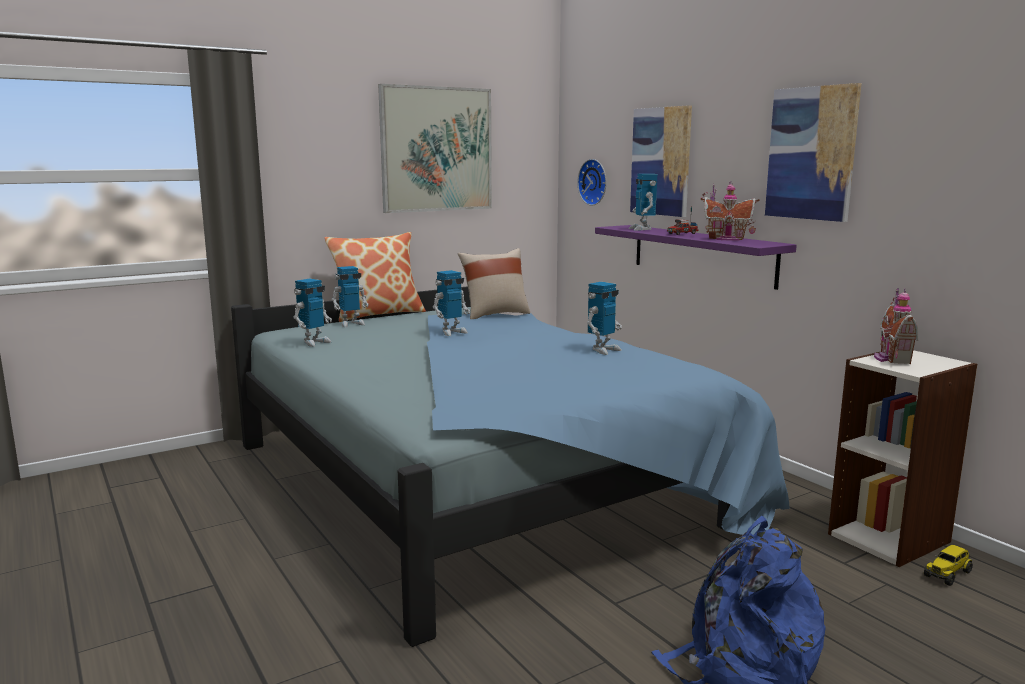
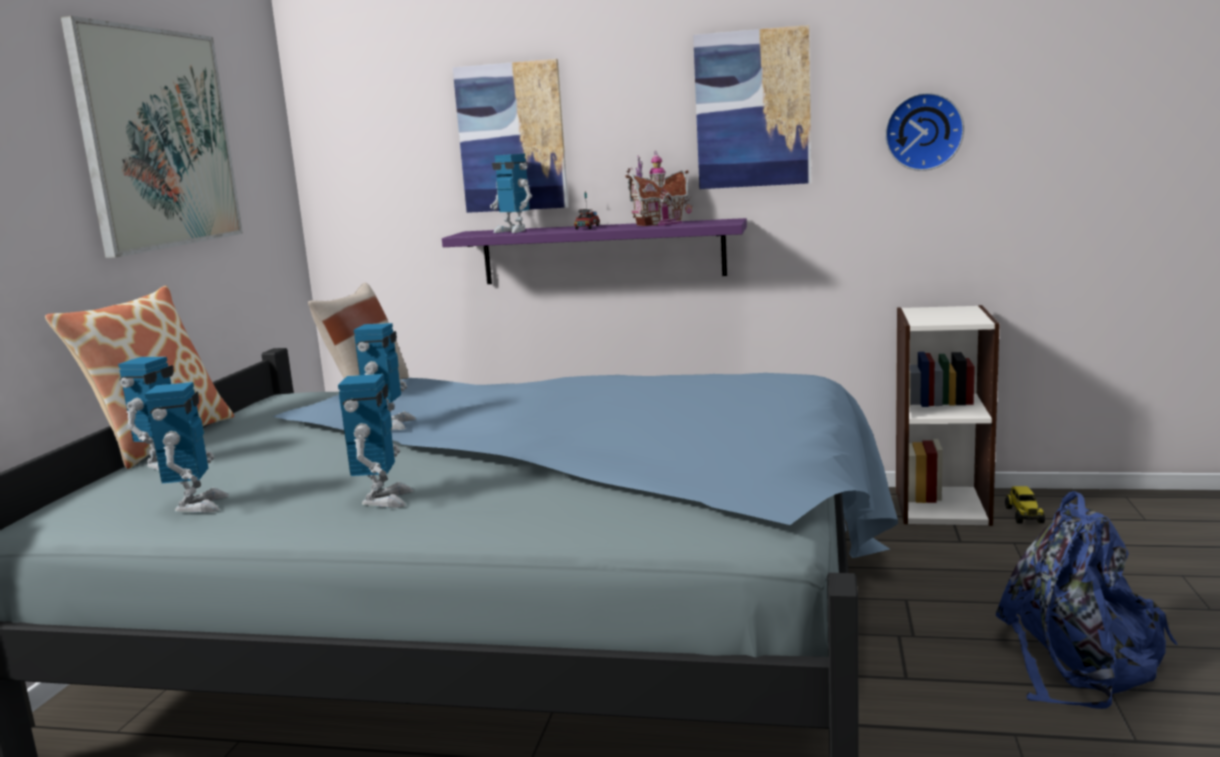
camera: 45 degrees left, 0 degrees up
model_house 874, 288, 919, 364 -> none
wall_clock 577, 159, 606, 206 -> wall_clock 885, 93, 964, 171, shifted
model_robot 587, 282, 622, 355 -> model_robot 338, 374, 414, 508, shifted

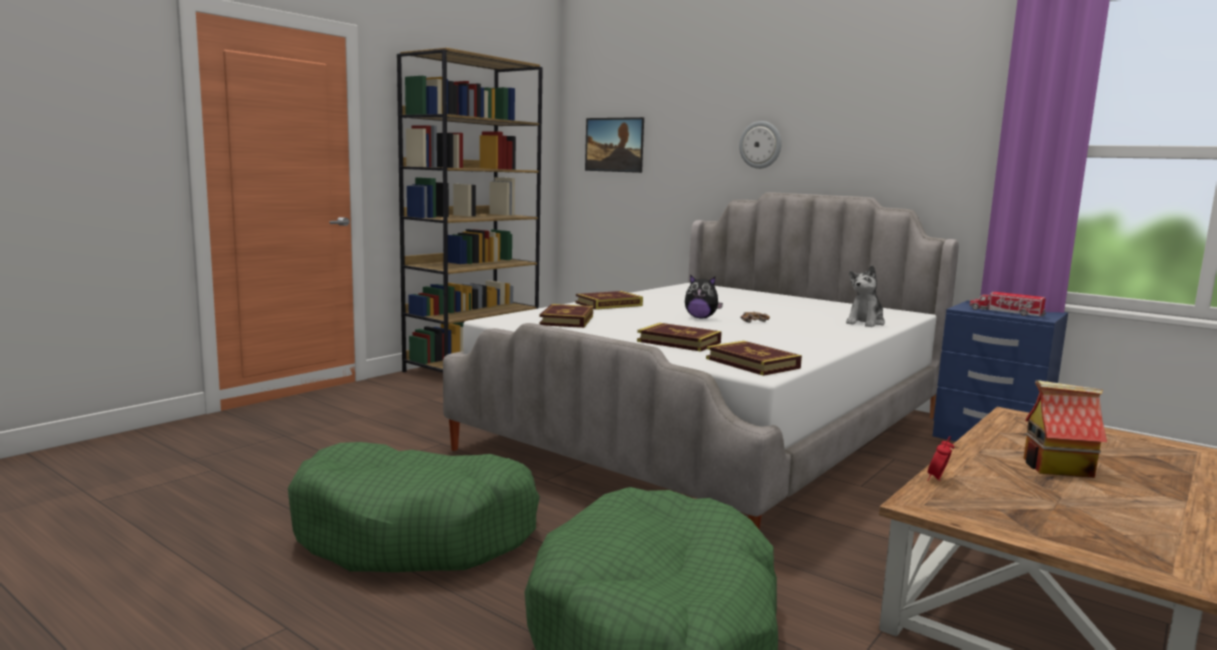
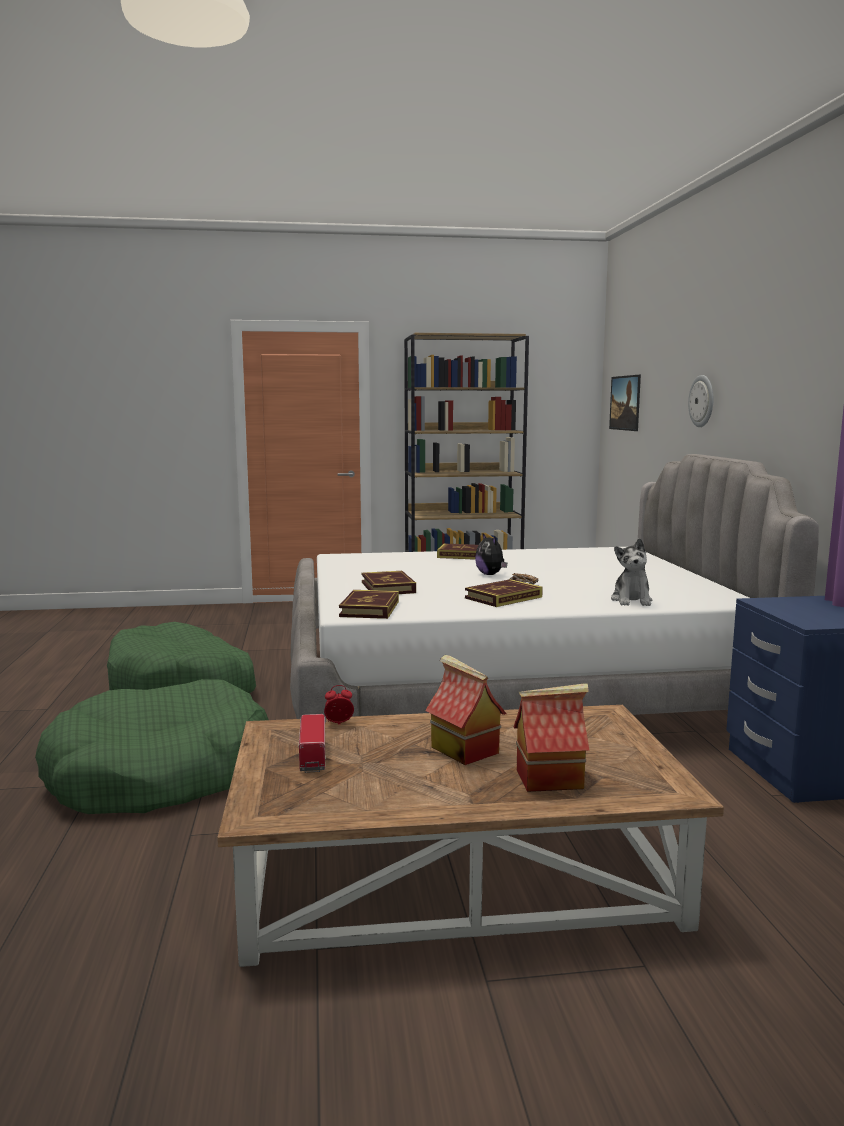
camera: 45 degrees right, 0 degrees up
none -> model_house 514, 683, 589, 792
bound_book 539, 304, 593, 328 -> bound_book 465, 579, 543, 607, shifted
toy_truck 969, 291, 1046, 317 -> toy_truck 299, 713, 326, 773, shifted
plush_toy 846, 265, 885, 327 -> plush_toy 611, 538, 652, 606, 75 degrees counterclockwise

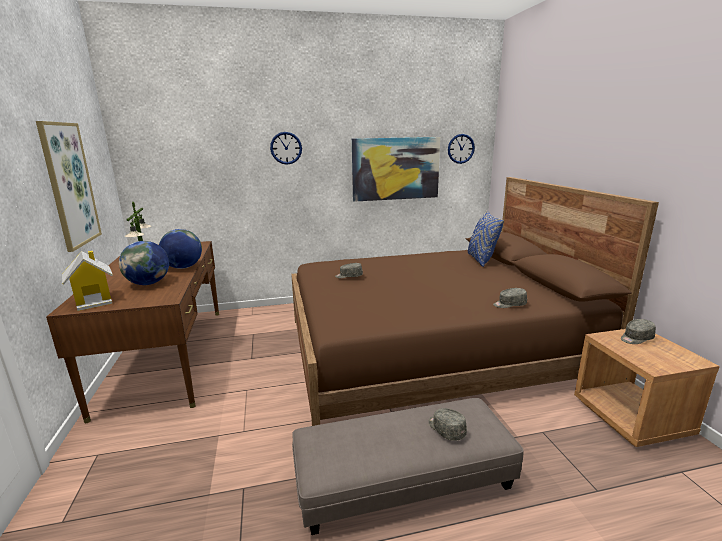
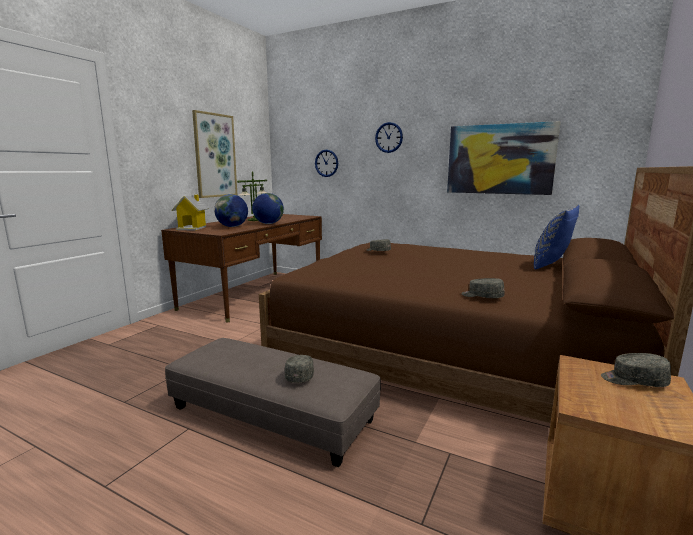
camera: 40 degrees right, 5 degrees down
wall_clock 448, 134, 475, 164 -> wall_clock 315, 149, 338, 177, shifted

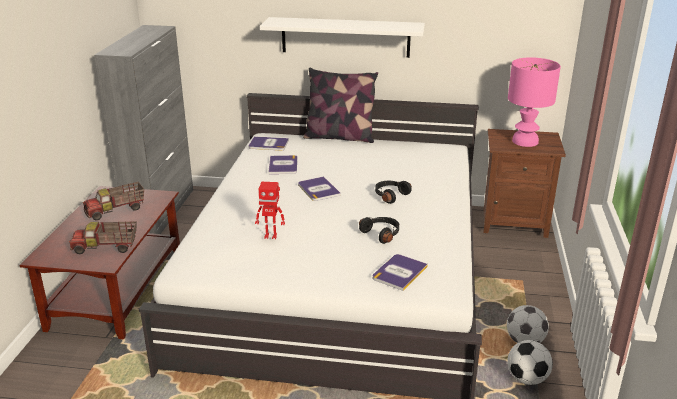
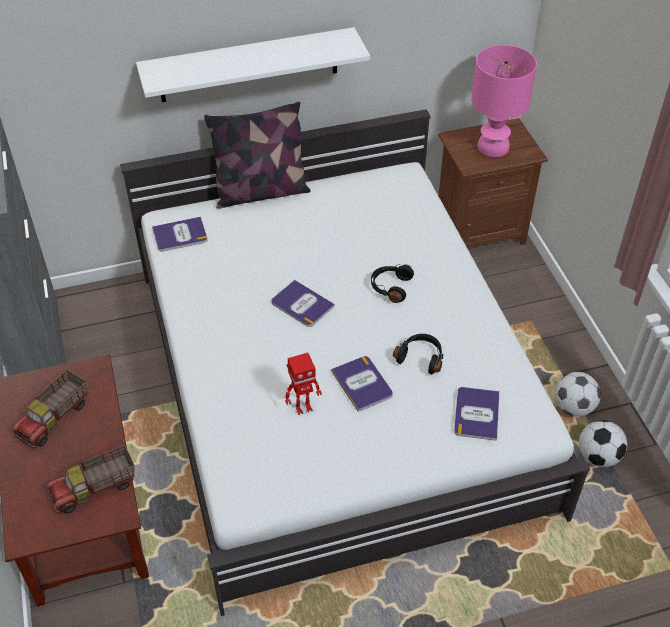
camera: 25 degrees left, 20 degrees up
bound_book 268, 155, 297, 174 -> bound_book 331, 356, 393, 412, shifted

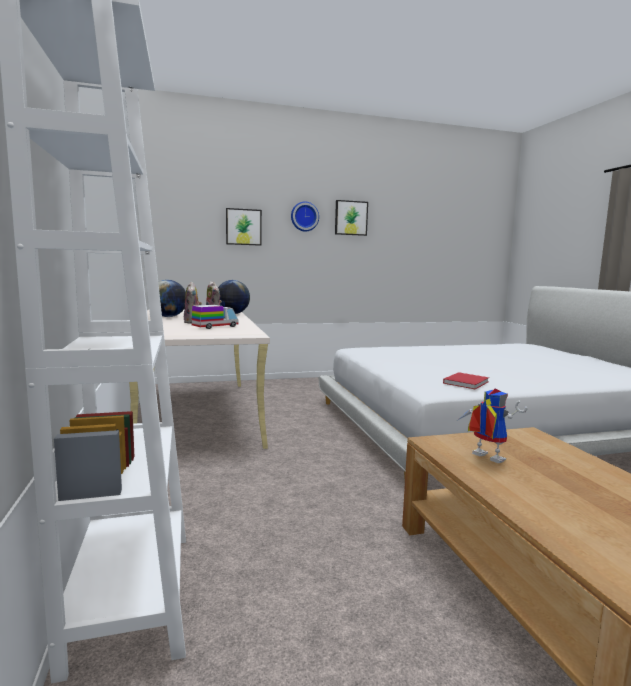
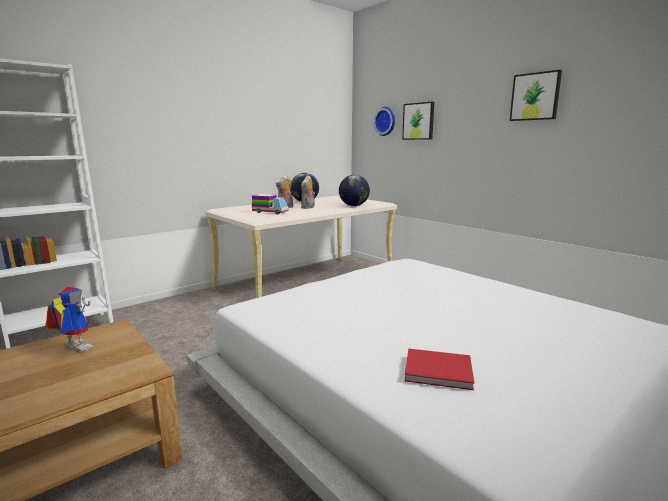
camera: 65 degrees right, 5 degrees up
wall_clock 291, 201, 319, 232 -> wall_clock 374, 107, 395, 136, shifted
red_bound_book 443, 372, 489, 389 -> red_bound_book 405, 349, 474, 390, shifted
model_robot 458, 389, 528, 463 -> model_robot 45, 287, 93, 352, 90 degrees counterclockwise

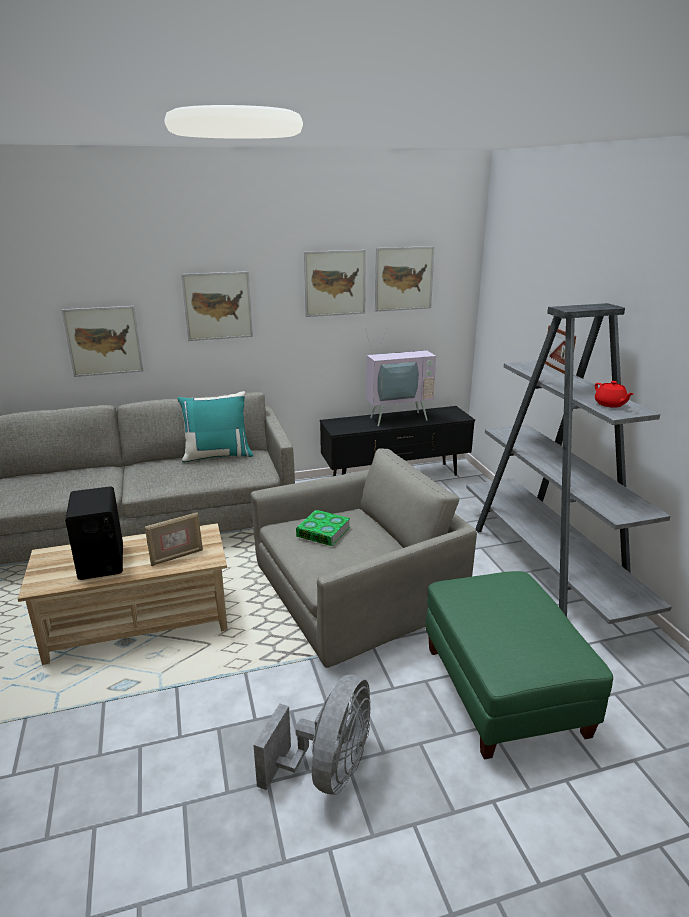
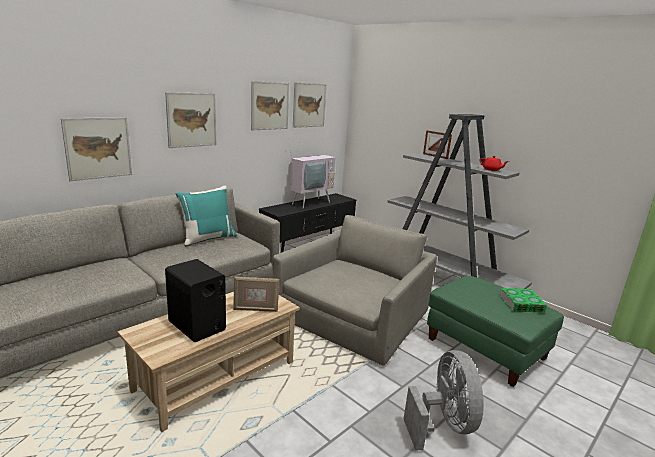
camera: 30 degrees left, 5 degrees down
bound_book 296, 510, 350, 546 -> bound_book 499, 288, 547, 313, shifted
standing_frame 145, 512, 203, 566 -> standing_frame 233, 276, 279, 312, 60 degrees clockwise

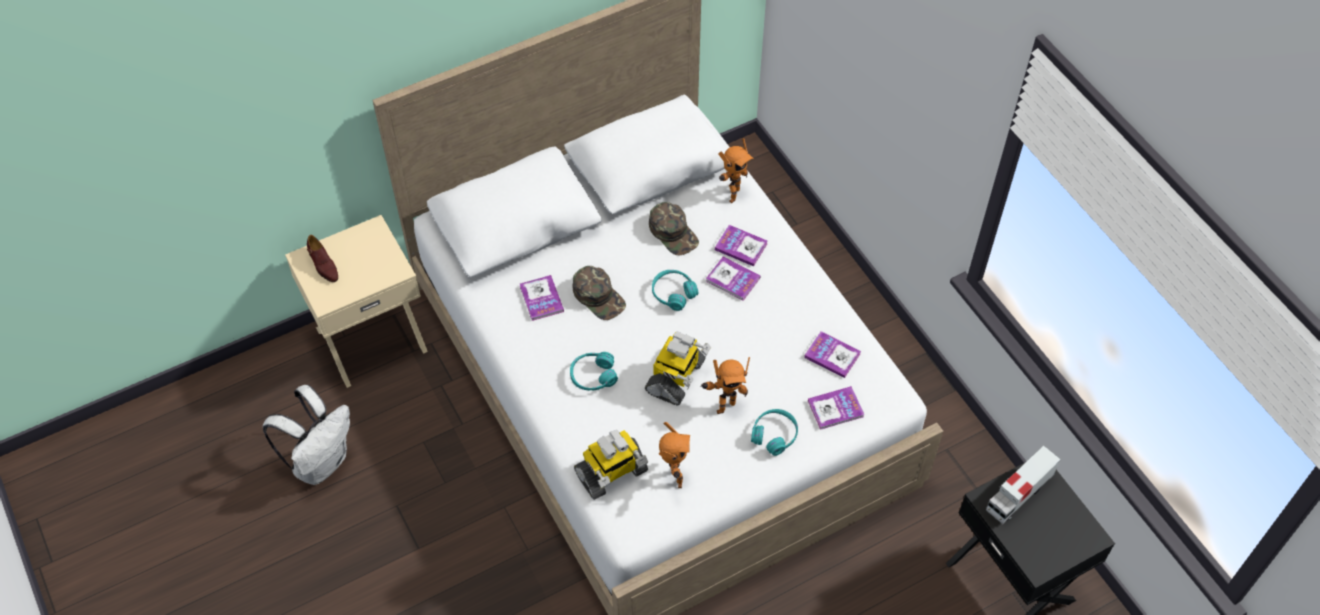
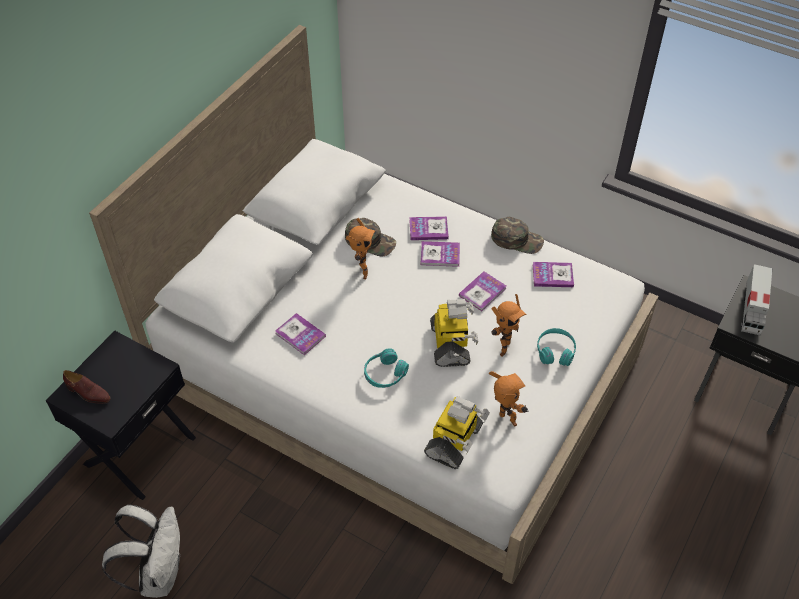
camera: 30 degrees left, 5 degrees down
blue-green_pair_of_headphones 652, 270, 698, 311 -> none
greenish_baseball_cap 573, 266, 626, 320 -> greenish_baseball_cap 491, 217, 544, 254, shifted
model_robot 718, 138, 754, 203 -> model_robot 346, 218, 375, 279, shifted
bound_book 808, 386, 865, 430 -> bound_book 459, 271, 506, 311, shifted
beige_night_table 285, 215, 428, 388 -> blackish_night_table 46, 331, 196, 500

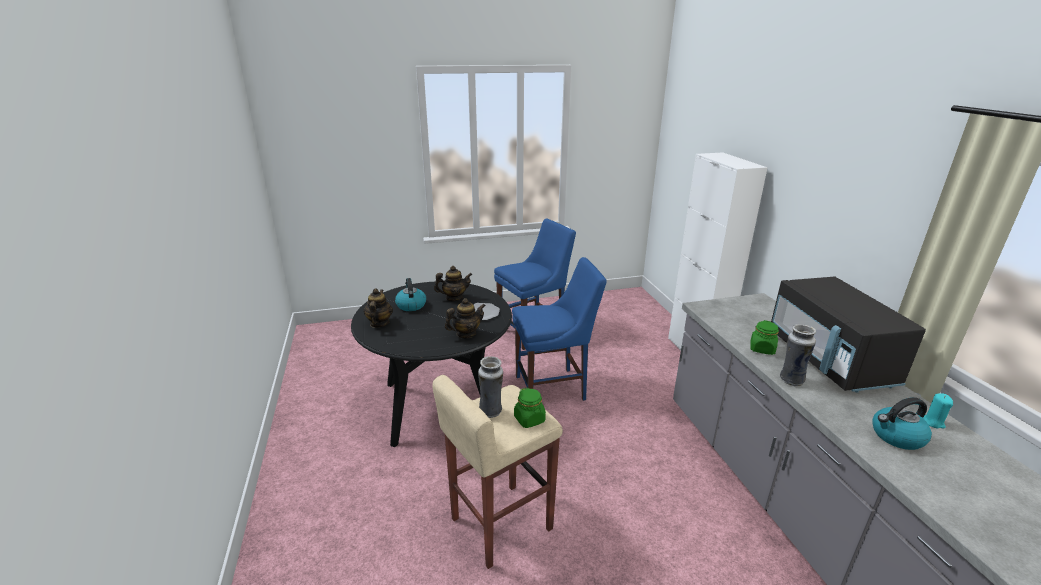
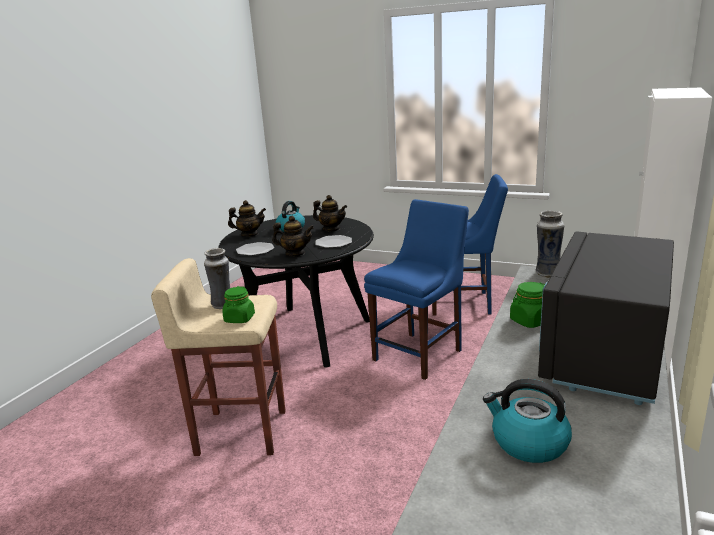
camera: 40 degrees right, 5 degrees down
blue-green_wax_light 923, 393, 953, 428 -> none
none -> dinner_plate 236, 242, 274, 256
vase 780, 324, 816, 386 -> vase 536, 211, 564, 278, shifted
tea_pot 363, 288, 393, 328 -> tea_pot 228, 200, 266, 237, 45 degrees clockwise
blue_upright_chair 512, 257, 607, 401 -> blue_upright_chair 364, 199, 469, 380, 75 degrees counterclockwise

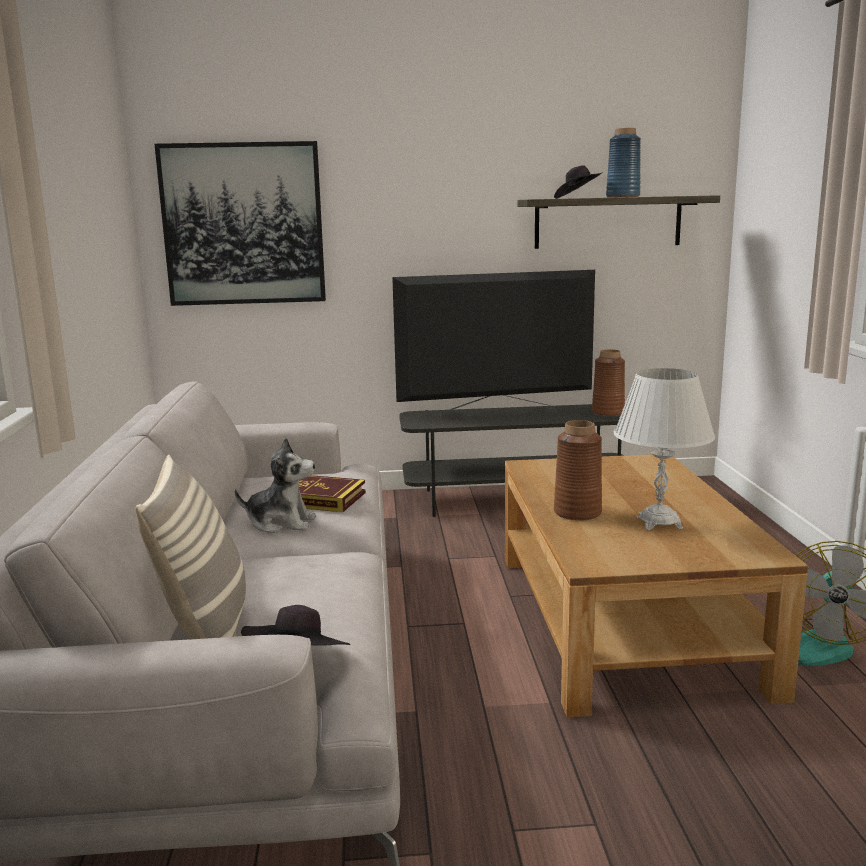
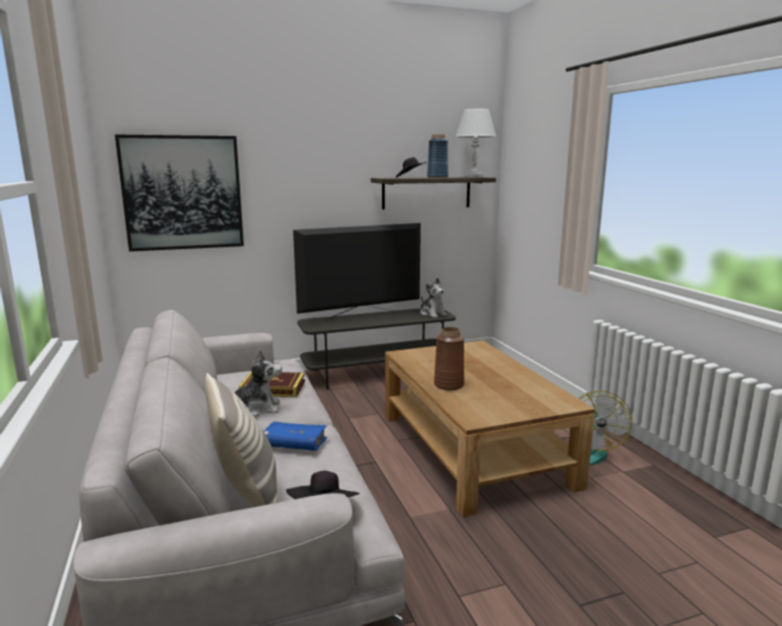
camera: 15 degrees left, 0 degrees up
none -> blue_bound_book 264, 421, 327, 451
white_table_lamp 614, 368, 715, 530 -> white_table_lamp 455, 109, 496, 178, shifted
brownish_vase 592, 349, 625, 416 -> plush_toy 421, 277, 447, 318

